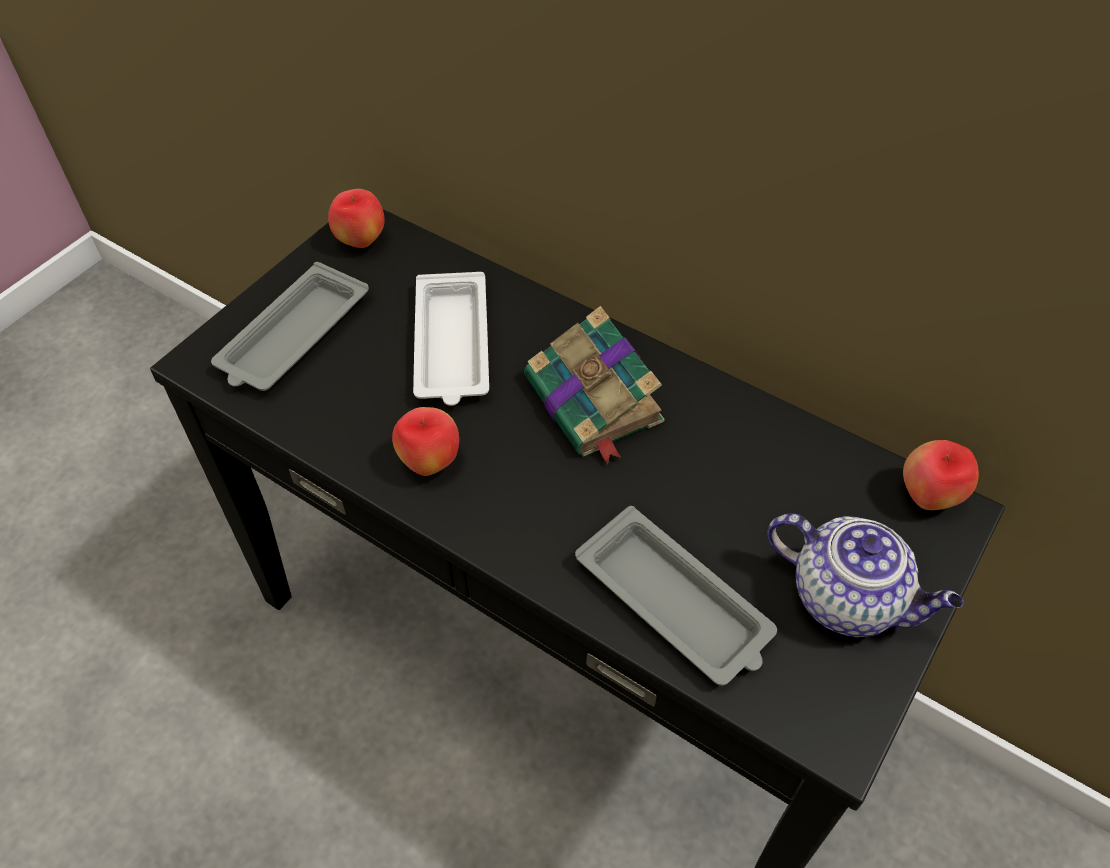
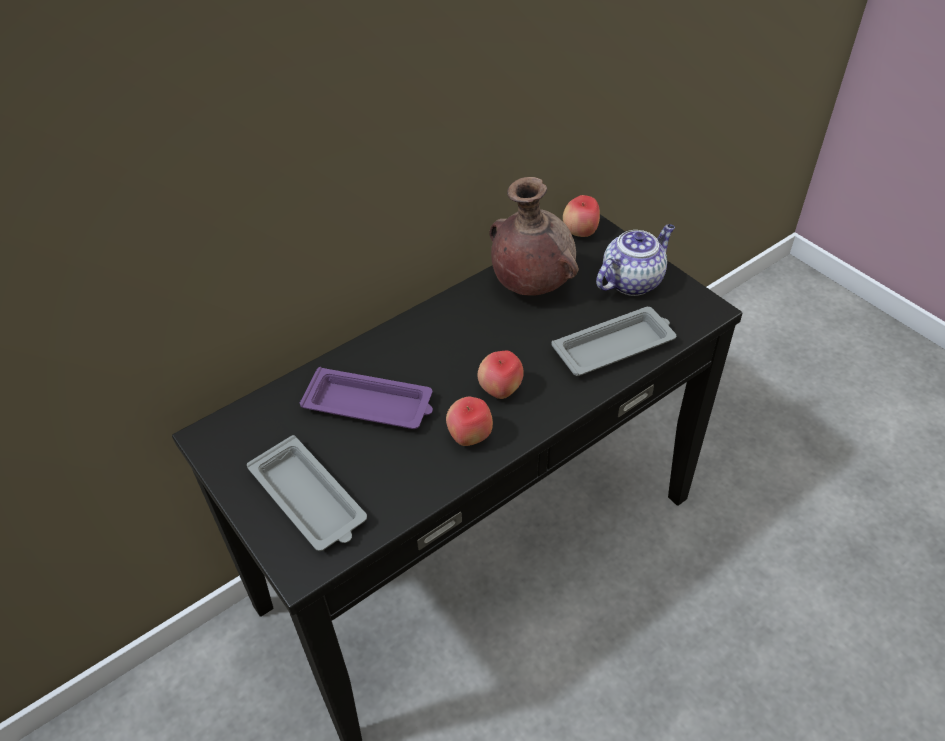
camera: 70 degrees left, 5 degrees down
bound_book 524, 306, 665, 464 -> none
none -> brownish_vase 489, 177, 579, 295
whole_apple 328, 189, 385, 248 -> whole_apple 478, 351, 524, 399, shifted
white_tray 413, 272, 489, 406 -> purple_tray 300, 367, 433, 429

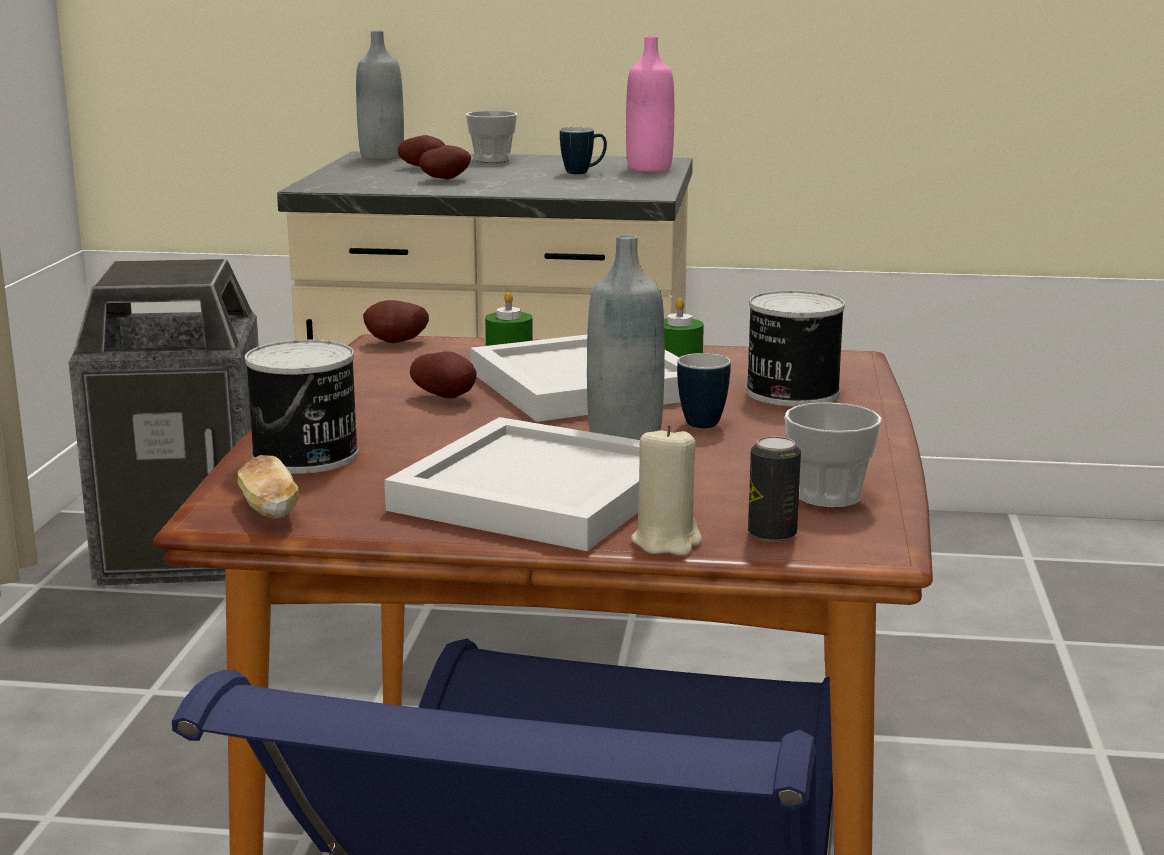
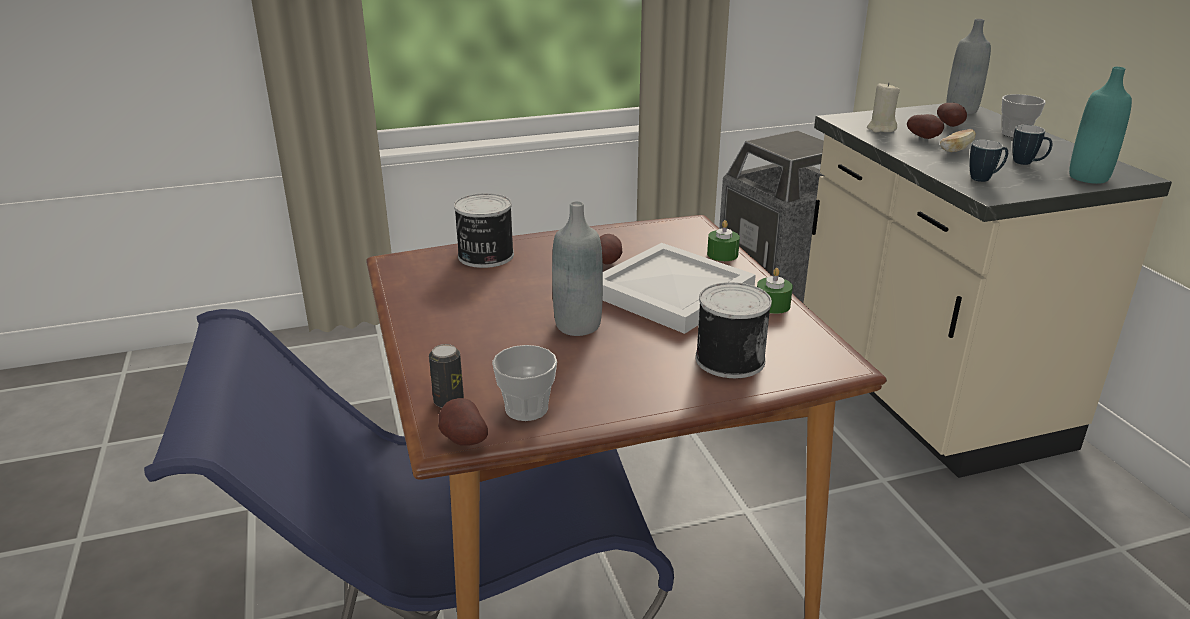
camera: 65 degrees right, 10 degrees up
white_tray 384, 417, 640, 551 -> none
bakery_bread 238, 455, 299, 519 -> bakery_bread 940, 129, 976, 152, shifted
whole_potato 363, 300, 429, 343 -> whole_potato 438, 398, 488, 446, shifted
beige_wax_light 631, 425, 702, 556 -> beige_wax_light 867, 82, 900, 133, shifted
tea_mug 677, 353, 730, 428 -> tea_mug 969, 140, 1008, 182, shifted
pinkish_bottle 626, 36, 674, 172 -> blue-green_bottle 1069, 67, 1132, 184

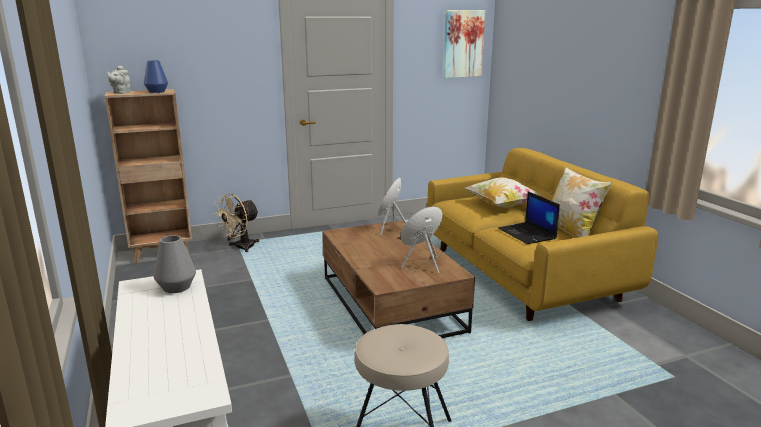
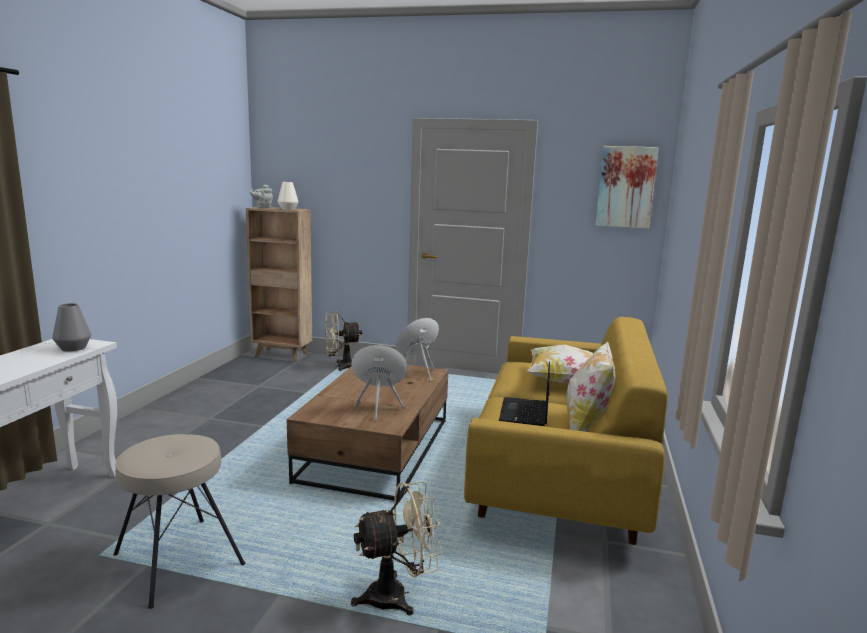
camera: 35 degrees right, 5 degrees down
none -> beige_electric_fan 351, 481, 443, 616
blue_vase 144, 60, 168, 93 -> white_vase 278, 182, 298, 210

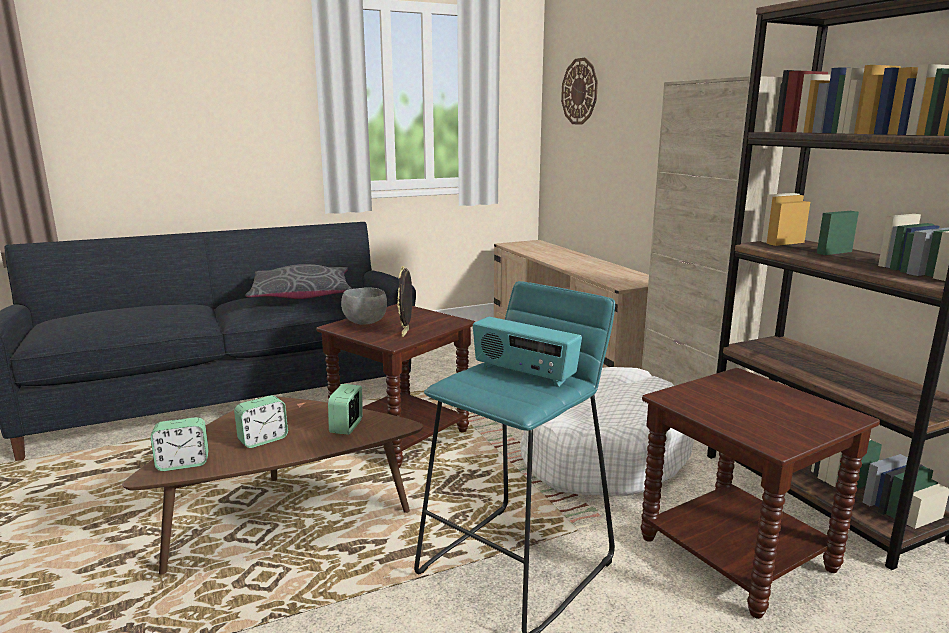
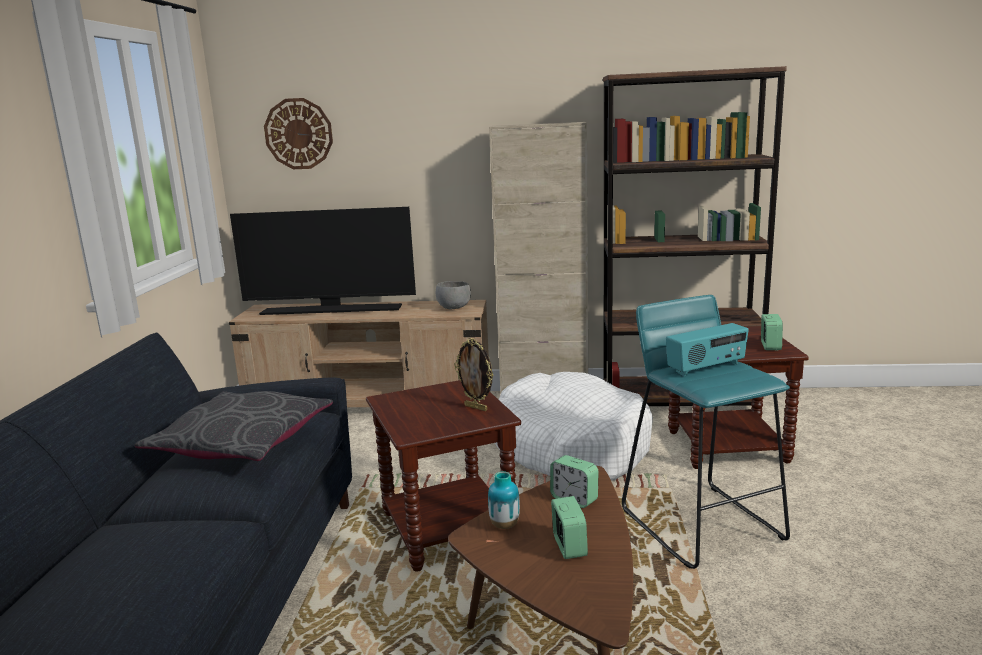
camera: 60 degrees left, 0 degrees up
none -> TV_set 230, 207, 416, 315
none -> vase 488, 471, 520, 529
alarm_clock 150, 417, 209, 471 -> alarm_clock 761, 314, 783, 350, shifted
grey_bowl 341, 287, 387, 324 -> grey_bowl 436, 281, 471, 309, shifted

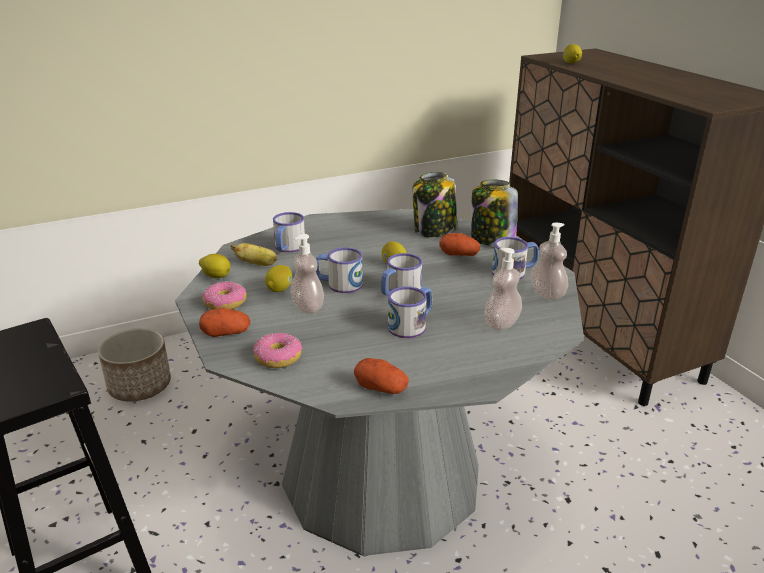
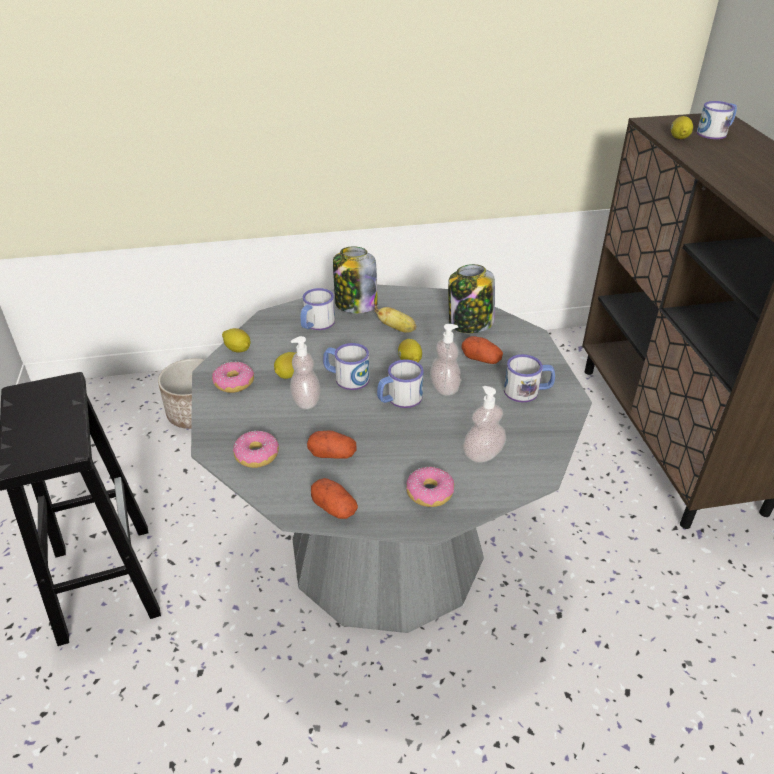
camera: 15 degrees right, 10 degrees up
none -> donut 406, 467, 454, 507
whole_potato 199, 308, 250, 337 -> whole_potato 307, 430, 357, 459, shifted
banana 231, 243, 278, 266 -> banana 374, 305, 416, 333, shifted
tea_mug 388, 287, 432, 338 -> tea_mug 697, 101, 737, 139, shifted
preserve_jar 471, 180, 518, 246 -> preserve_jar 333, 246, 378, 313, shifted
soap_bottle 530, 223, 568, 300 -> soap_bottle 430, 324, 461, 396, shifted

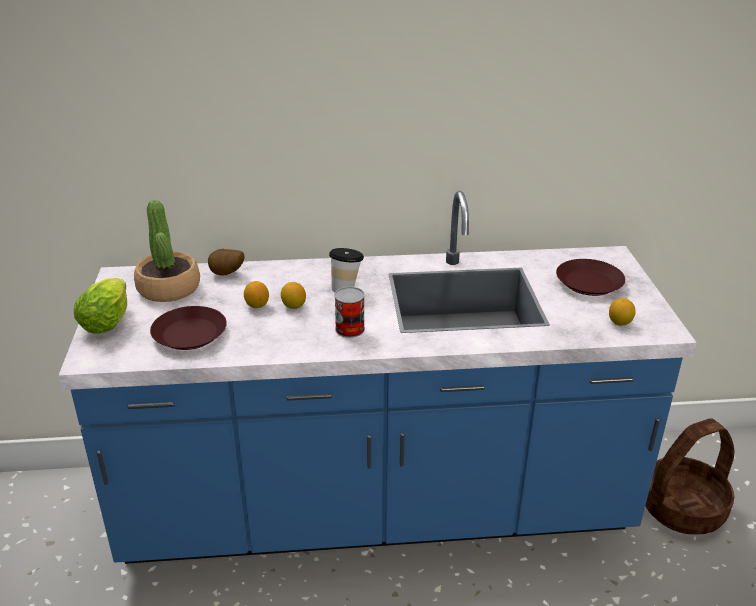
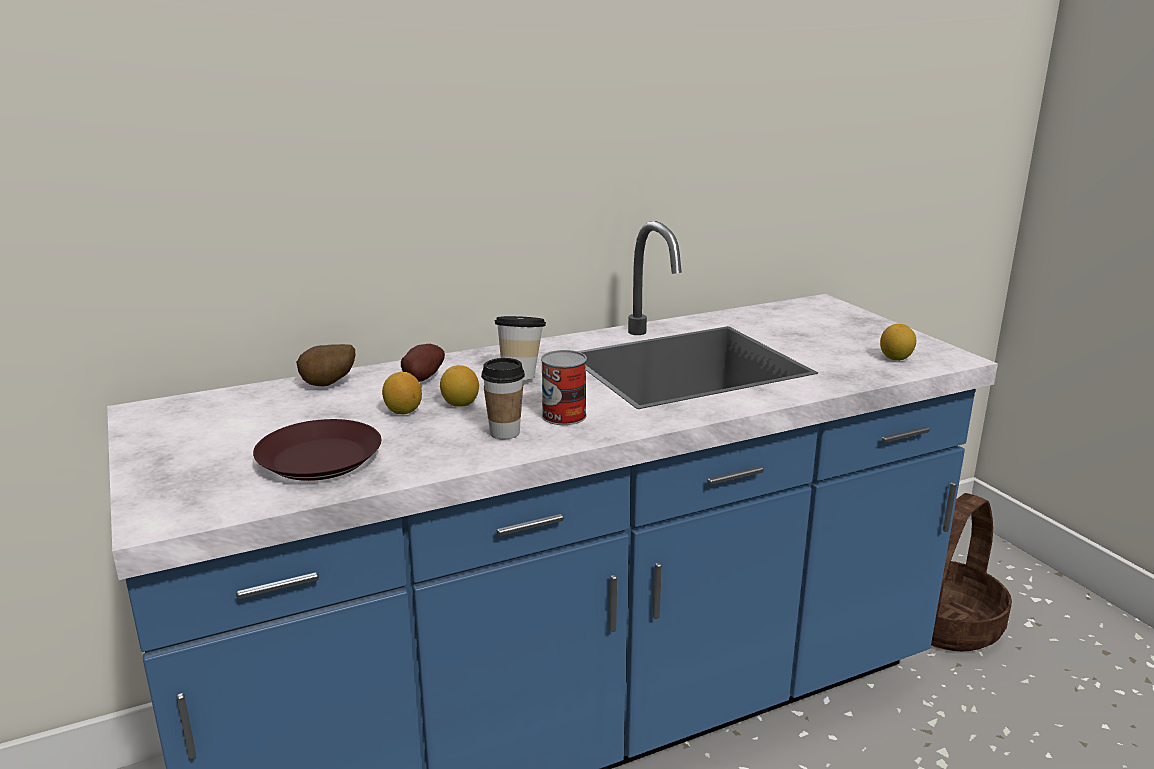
camera: 20 degrees left, 10 degrees down
lettuce_head 74, 278, 127, 334 -> none
plant_in_a_pot 134, 200, 200, 302 -> none
brownish_dinner_plate 556, 259, 625, 296 -> none
none -> whole_potato 401, 344, 445, 382
none -> small_cup 481, 358, 525, 439

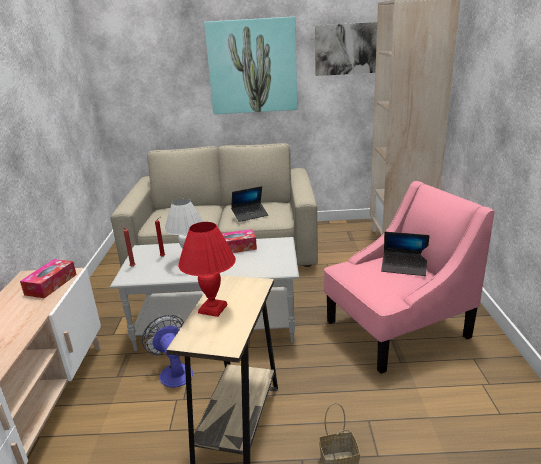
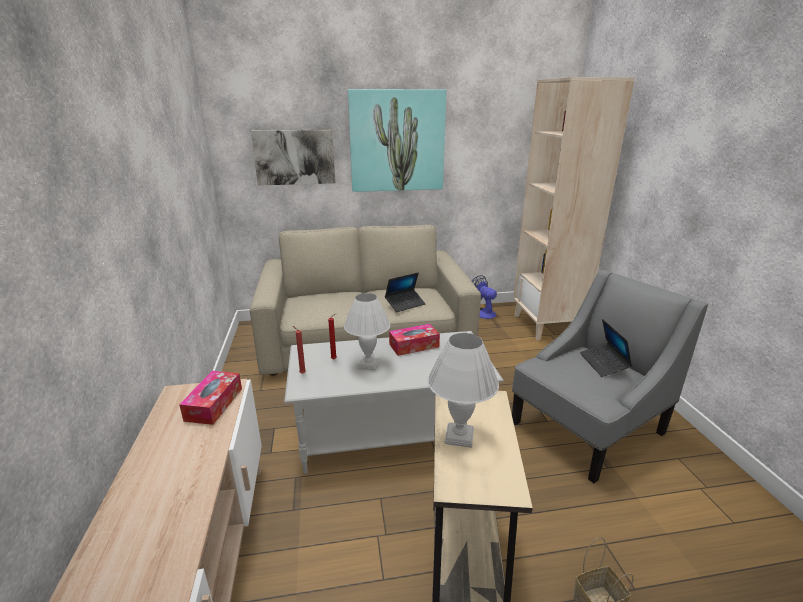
camera: 10 degrees left, 0 degrees up
electric_fan 142, 315, 193, 388 -> electric_fan 471, 275, 497, 319, shifted
wall_art 315, 22, 377, 76 -> wall_art 251, 130, 335, 185, shifted
red_table_lamp 178, 222, 236, 317 -> white_table_lamp 428, 333, 499, 448
pinkish_armchair 324, 181, 494, 374 -> grey_armchair 512, 270, 708, 483
portable_computer 381, 232, 429, 276 -> portable_computer 580, 319, 632, 377, 75 degrees clockwise

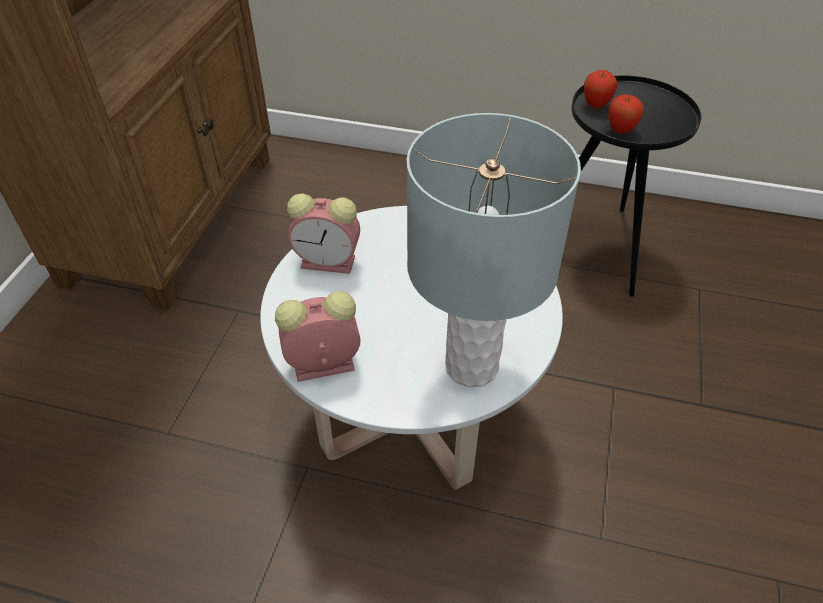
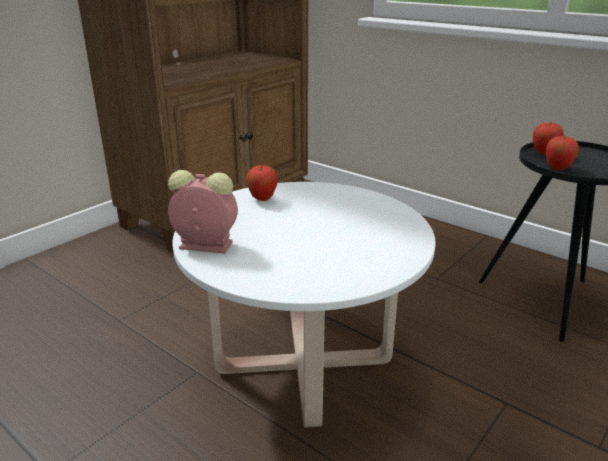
camera: 25 degrees right, 20 degrees down
grey_table_lamp 407, 113, 581, 387 -> none
alarm_clock 287, 193, 360, 274 -> whole_apple 246, 165, 278, 201

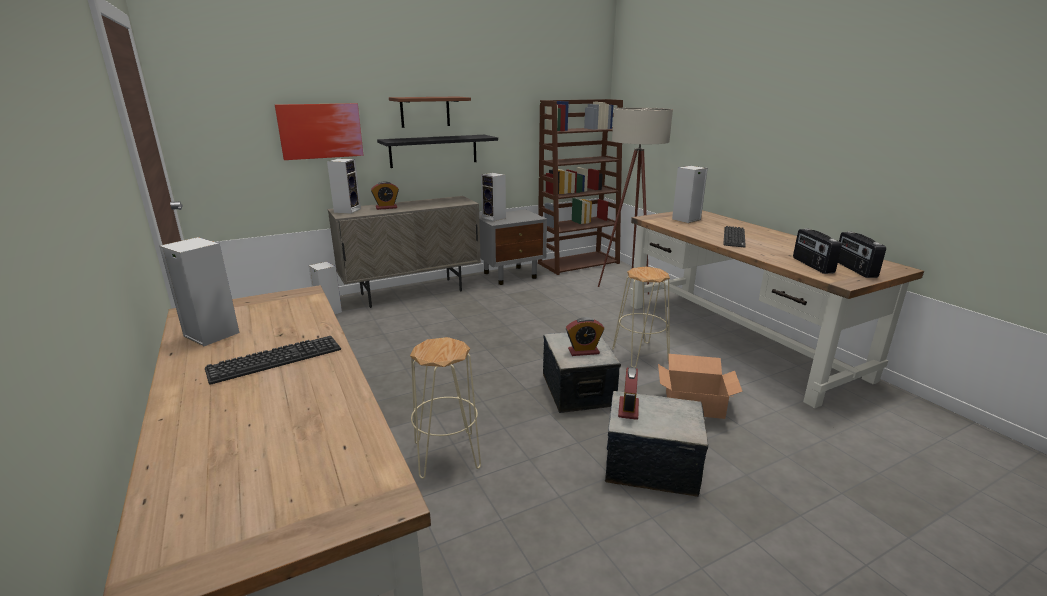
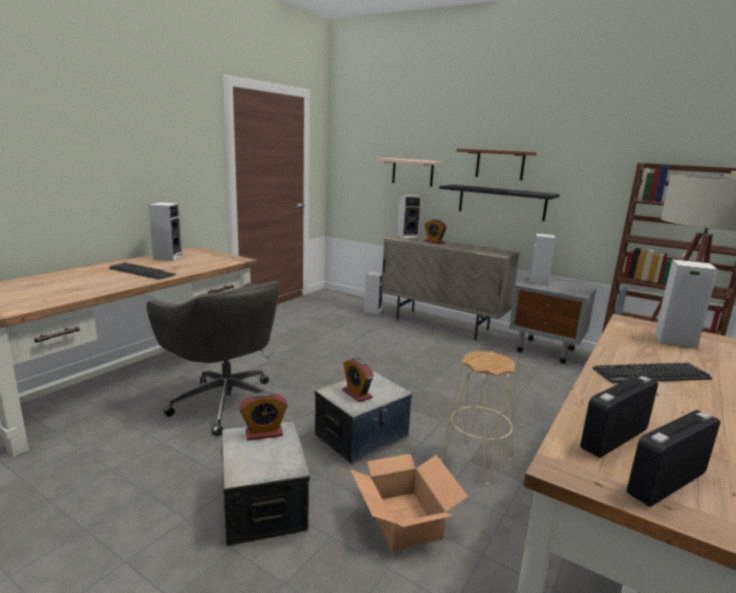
camera: 60 degrees right, 5 degrees down
wall_art 275, 103, 364, 160 -> shelf 374, 158, 443, 187
beige_sitting_stool 410, 337, 481, 479 -> grey_office_chair 147, 281, 281, 436

